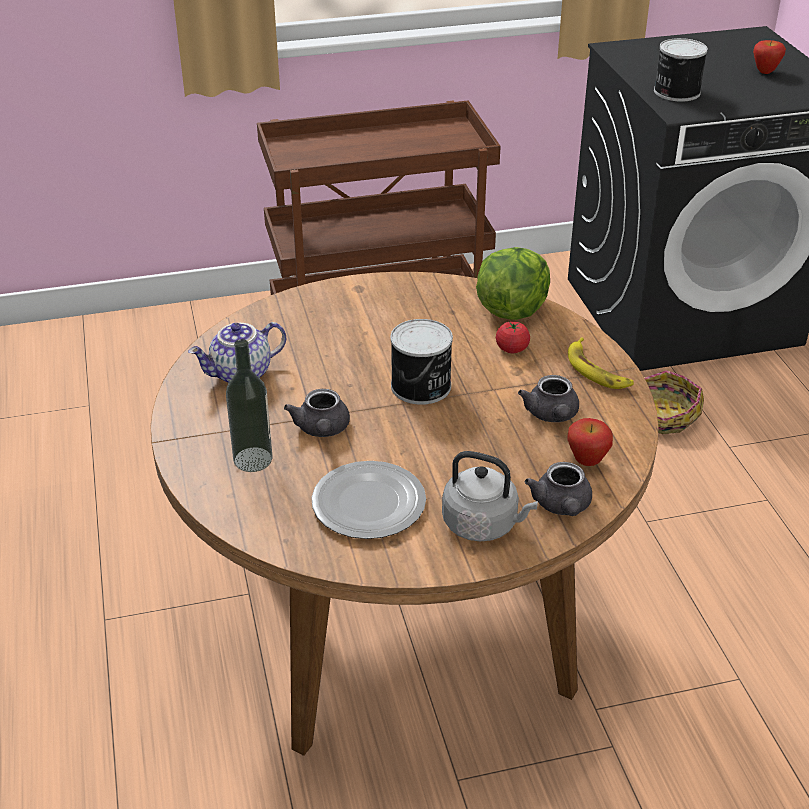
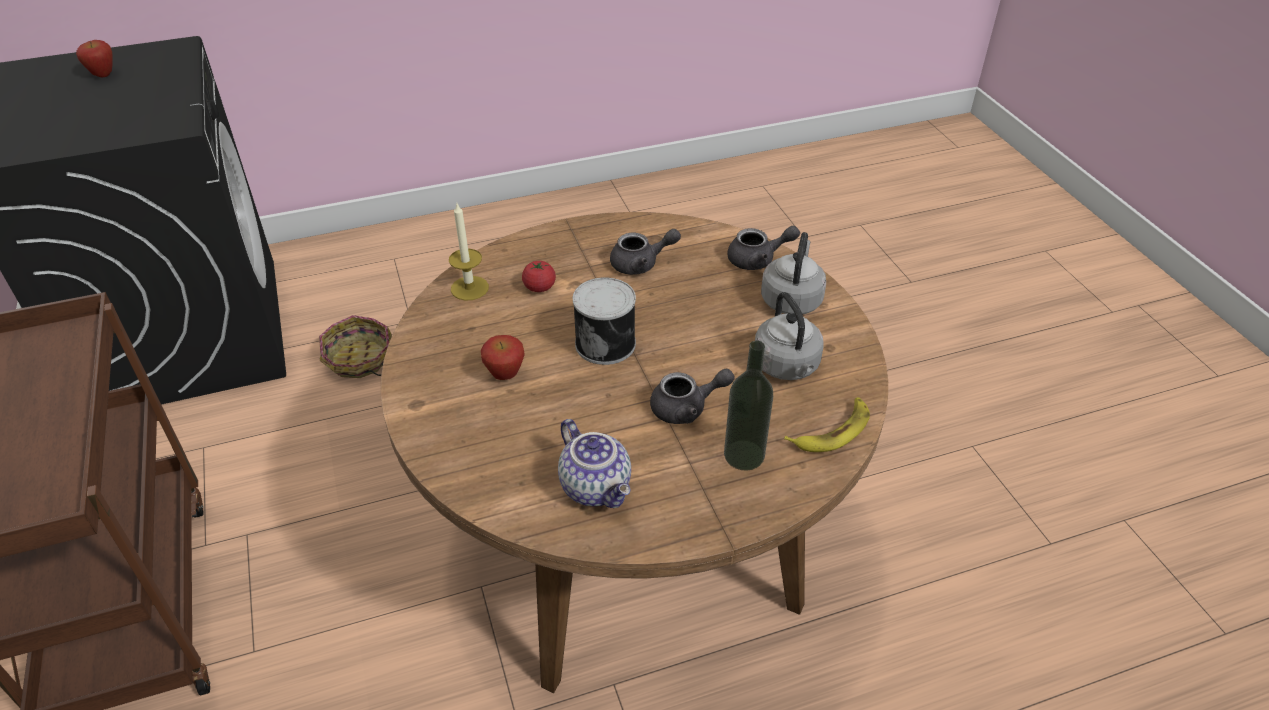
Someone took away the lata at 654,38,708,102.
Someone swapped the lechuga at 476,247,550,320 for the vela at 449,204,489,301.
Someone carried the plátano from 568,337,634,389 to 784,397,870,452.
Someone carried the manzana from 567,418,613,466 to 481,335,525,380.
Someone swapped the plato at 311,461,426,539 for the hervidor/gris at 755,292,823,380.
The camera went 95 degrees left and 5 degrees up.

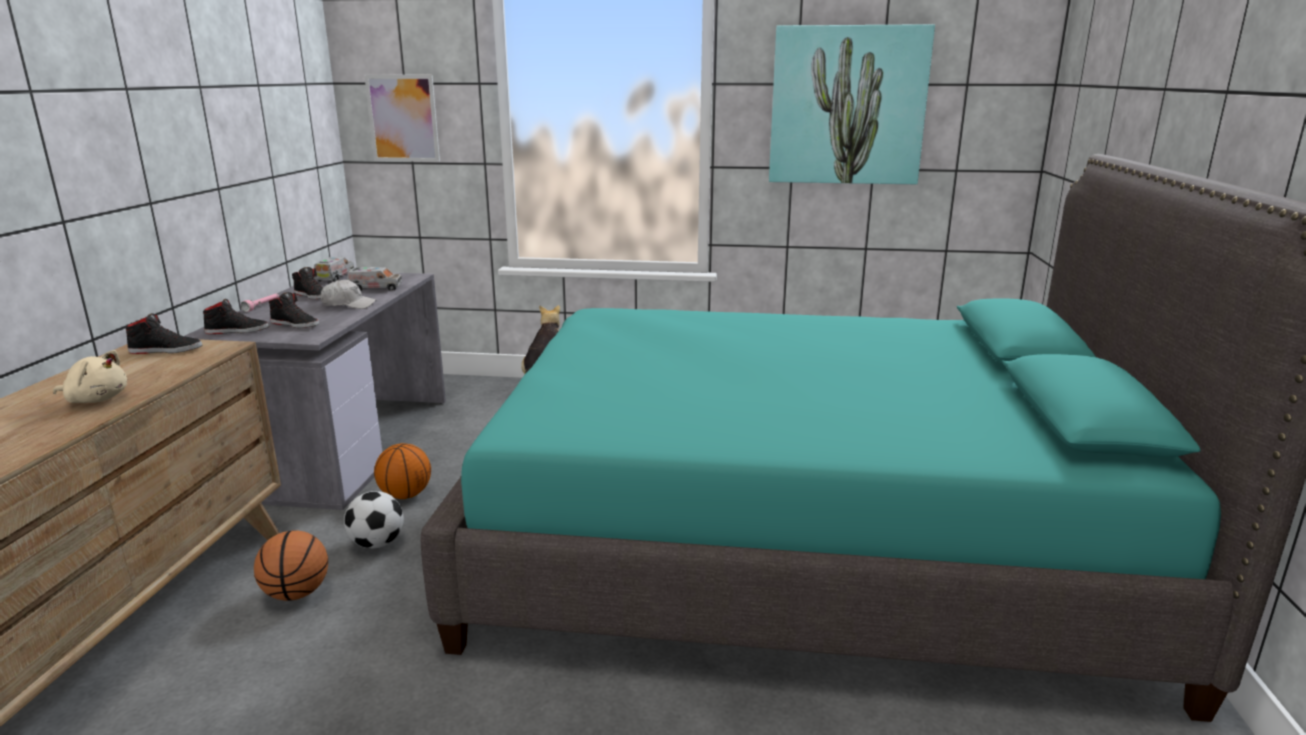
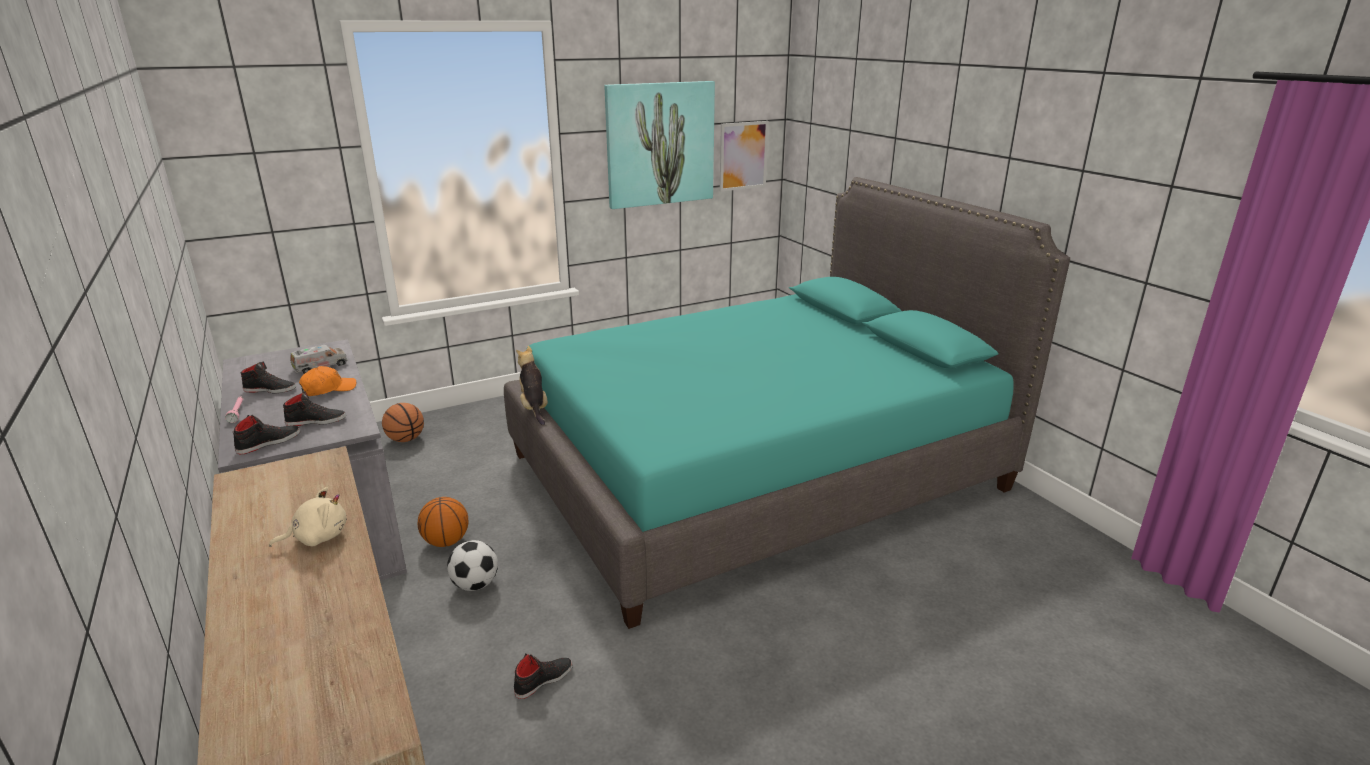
Someone carried the cuadro from 364,75,440,162 to 720,121,769,192.
Someone took away the camión de juguete at 314,257,354,282.
Someone repainted the gorra/blanco at 320,279,377,309, which became the gorra/naranja at 299,366,356,396.
Someone carried the zapato/negro from 126,313,202,354 to 514,653,573,699.
Someone carried the balón de baloncesto from 254,531,328,601 to 382,403,424,442.
The camera went 35 degrees left and 5 degrees up.

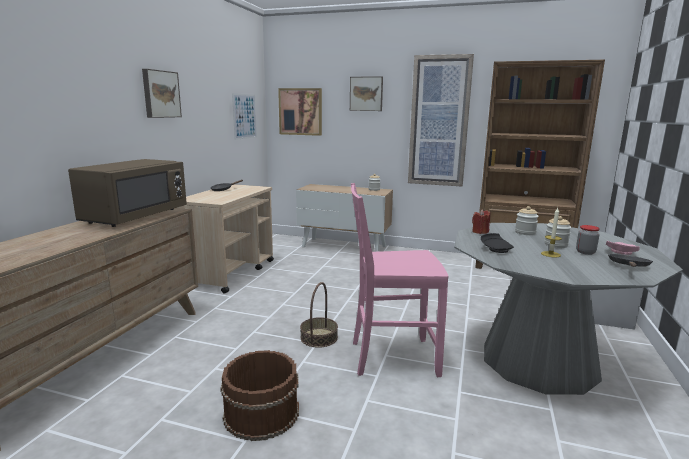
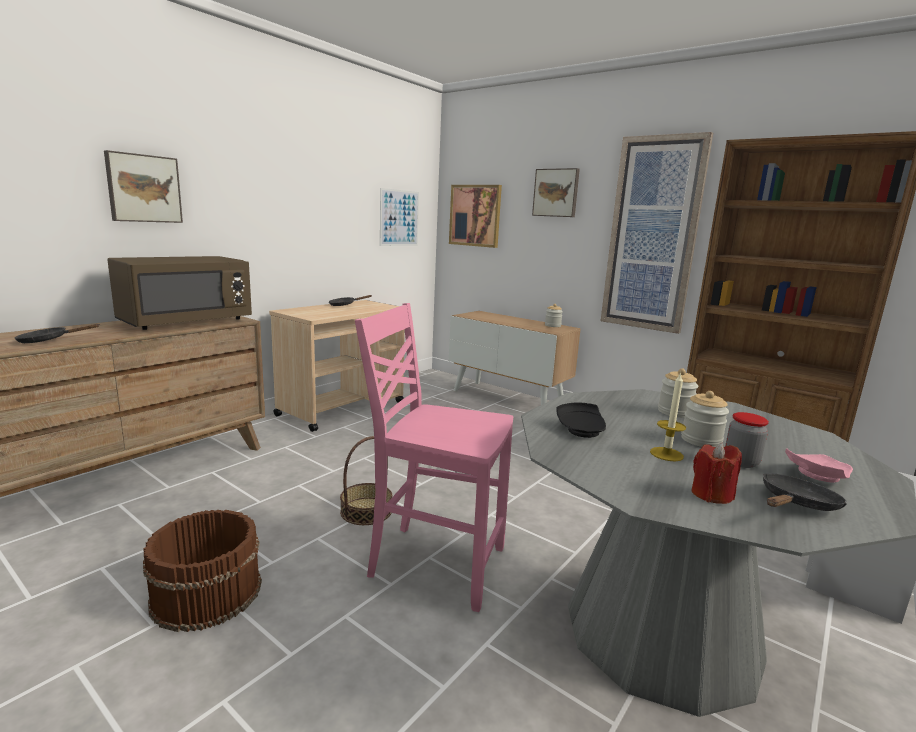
Someone carried the cuadro from 142,69,182,118 to 104,150,183,223.
Someone carried the vela/rojo from 472,210,490,234 to 691,442,742,504.
Someone put down the sartén/negro at 14,324,100,343.
The camera went 20 degrees right and 0 degrees up.

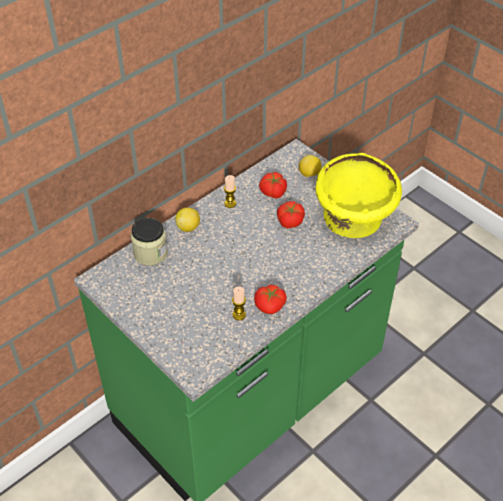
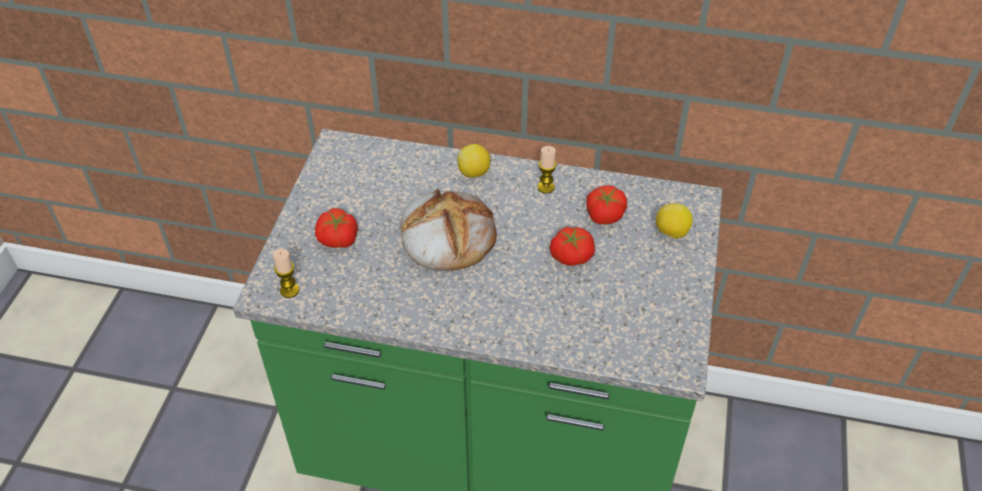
Someone took away the cuenco/amarillo at 316,153,402,238.
Someone took away the tarro at 131,218,168,266.
Someone carried the tomate from 254,285,287,314 to 315,208,358,248.
Someone carried the vela from 232,287,246,320 to 273,249,299,298.
Someone put down the pan at 401,189,497,271.
The camera went 55 degrees right and 0 degrees up.

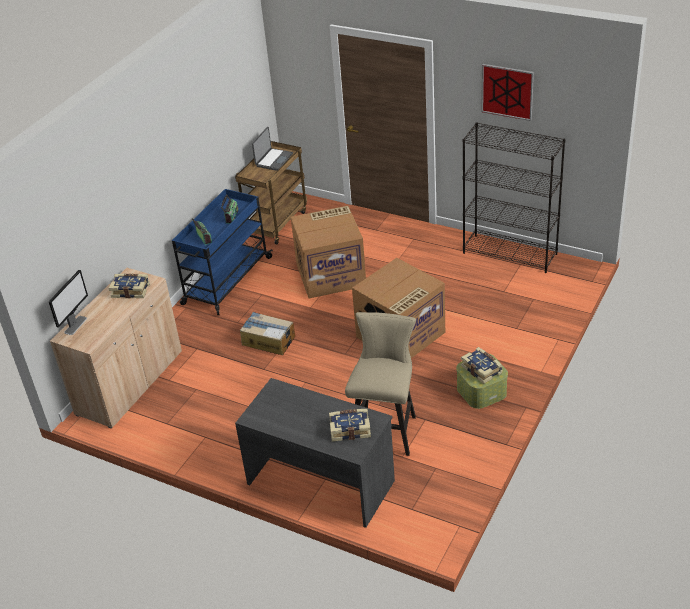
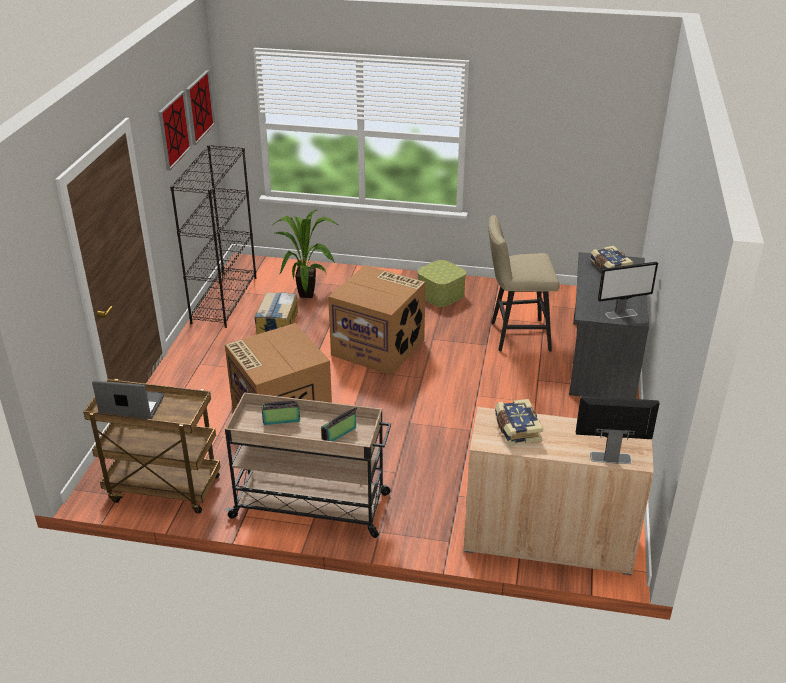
Someone repainted the carrito/azul at 172,189,273,315, which became the carrito/beis at 225,392,391,538.
Someone carried the caja de cartón from 240,312,295,355 to 255,292,298,334.
Someone took away the libro at 461,347,503,384.
Someone put up the cuadro at 186,70,215,145.
Someone put down the planta en maceta at 273,210,339,298.
Someone put down the monitor at 598,262,658,319.
The camera went 110 degrees left and 5 degrees down.

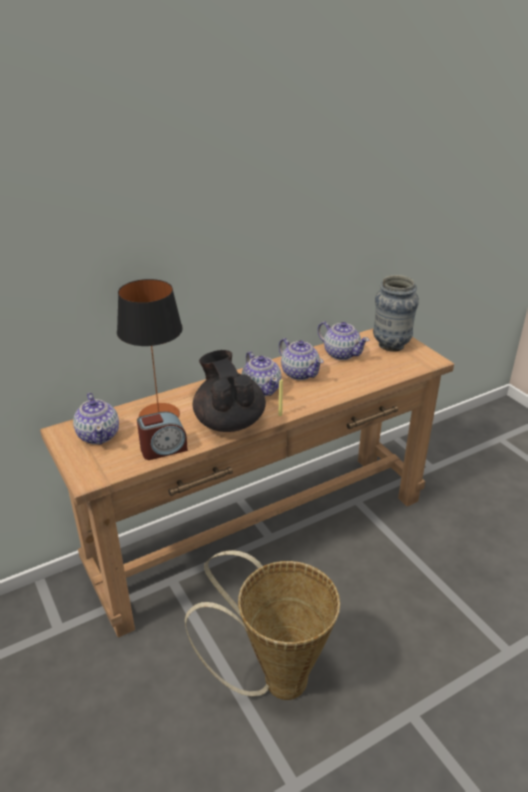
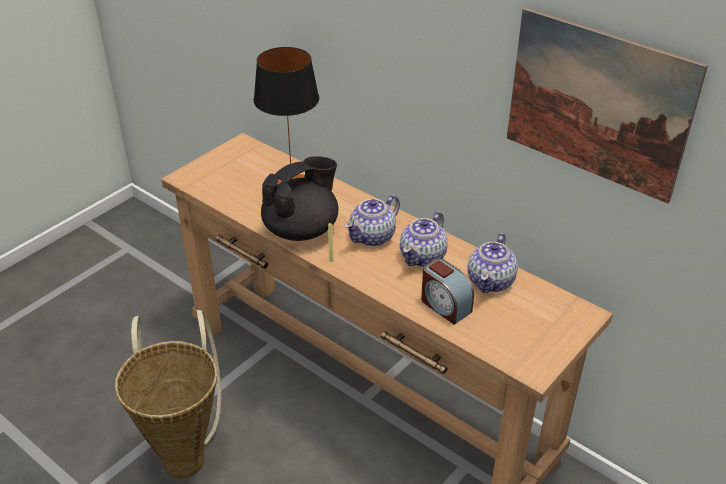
Someone took away the florero at 373,275,419,352.
Someone took away the tetera at 73,393,119,445.
Someone carried the despertador from 137,411,188,460 to 421,258,474,325.
Someone put up the cuadro at 507,8,708,204.
The camera went 70 degrees right and 5 degrees up.

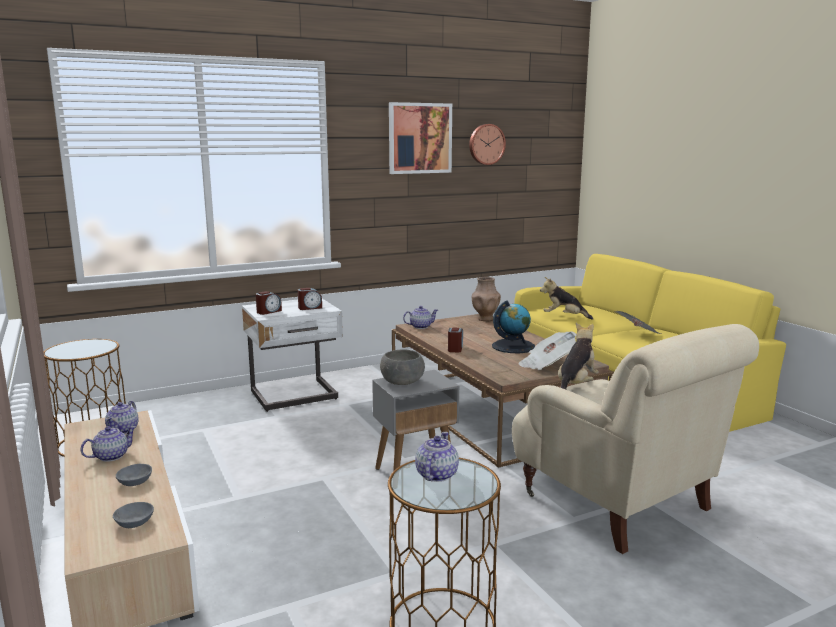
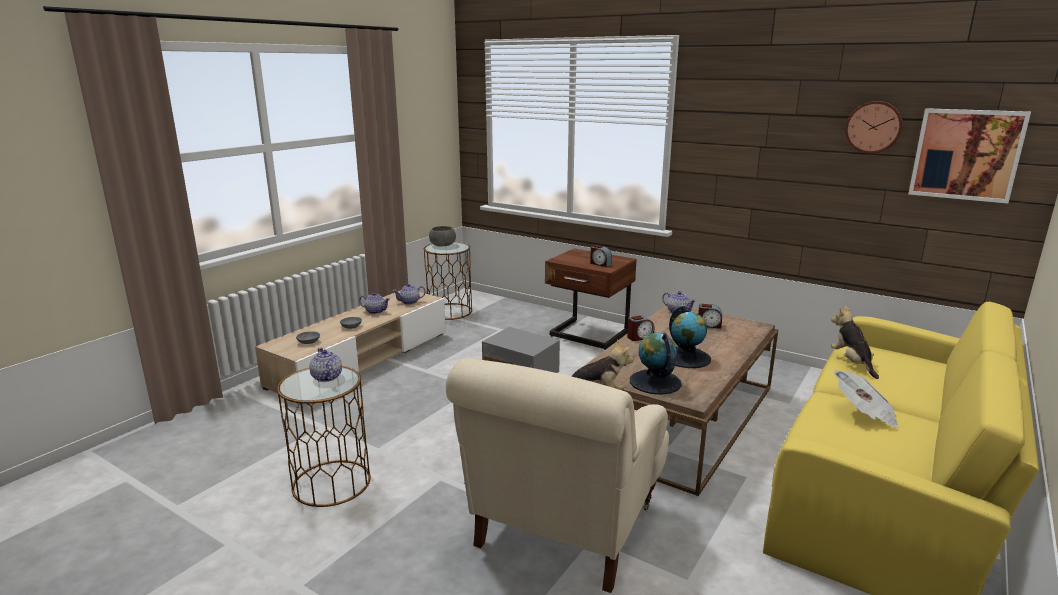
Someone carried the cuadro from 389,102,452,174 to 908,108,1031,203.
Someone took away the florero/marrón at 472,277,501,321.
Someone carried the despertador from 256,291,282,315 to 698,304,722,329.
Someone repainted the mesita de noche/blanco at 242,299,343,412, which became the mesita de noche/marrón at 545,249,637,350.
Someone swapped the periódico at 519,331,576,370 for the globo terráqueo at 630,333,682,395.
Someone carried the cuenco/gris from 380,349,425,385 to 429,226,456,247.
Someone rotated the tetera at 415,432,459,482 by 105 degrees counterclockwise.
The camera went 60 degrees right and 5 degrees up.

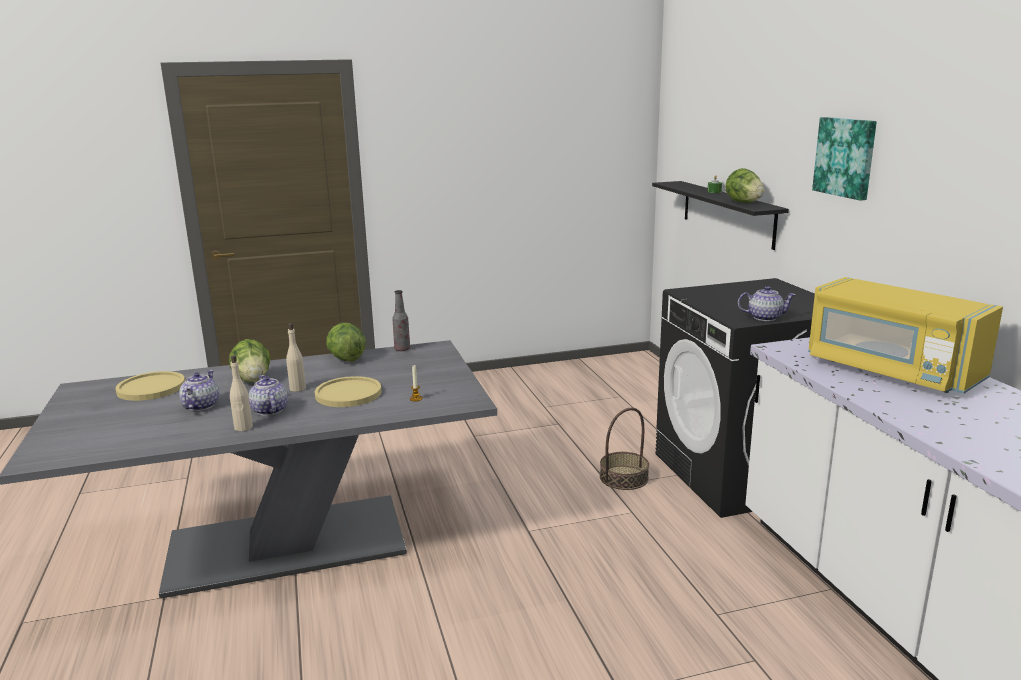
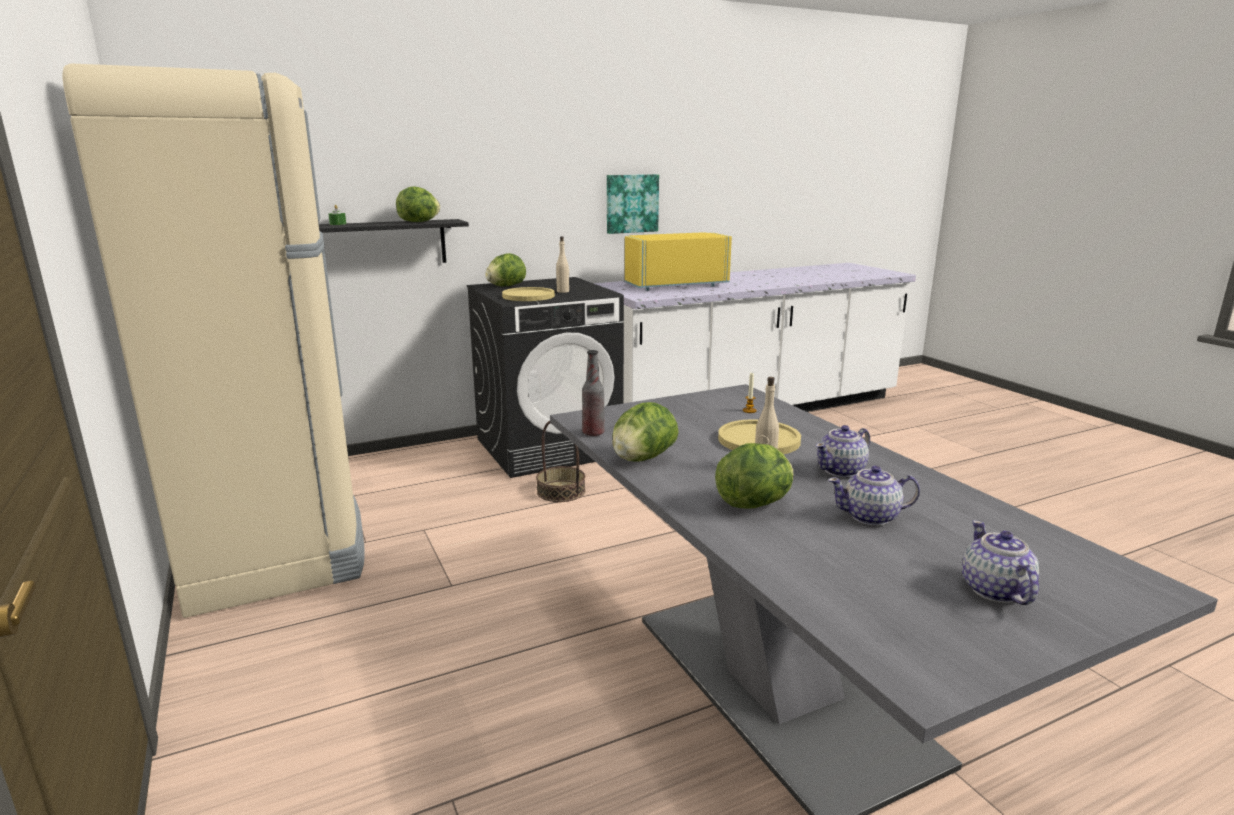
Someone carried the cuadro from 812,117,877,201 to 607,174,659,234.
Someone rotated the microondas/amarillo at 808,277,1003,394 by 150 degrees counterclockwise.
Someone carried the tetera from 738,286,796,321 to 962,520,1039,605.
Someone carried the botella/beis from 230,355,253,431 to 556,236,569,293.
Someone carried the plato/amarillo from 115,371,185,401 to 502,287,555,301.
Someone put down the nevera/beis at 63,63,365,618.
Someone put down the lechuga at 485,253,526,286.
The camera went 100 degrees left and 0 degrees up.

